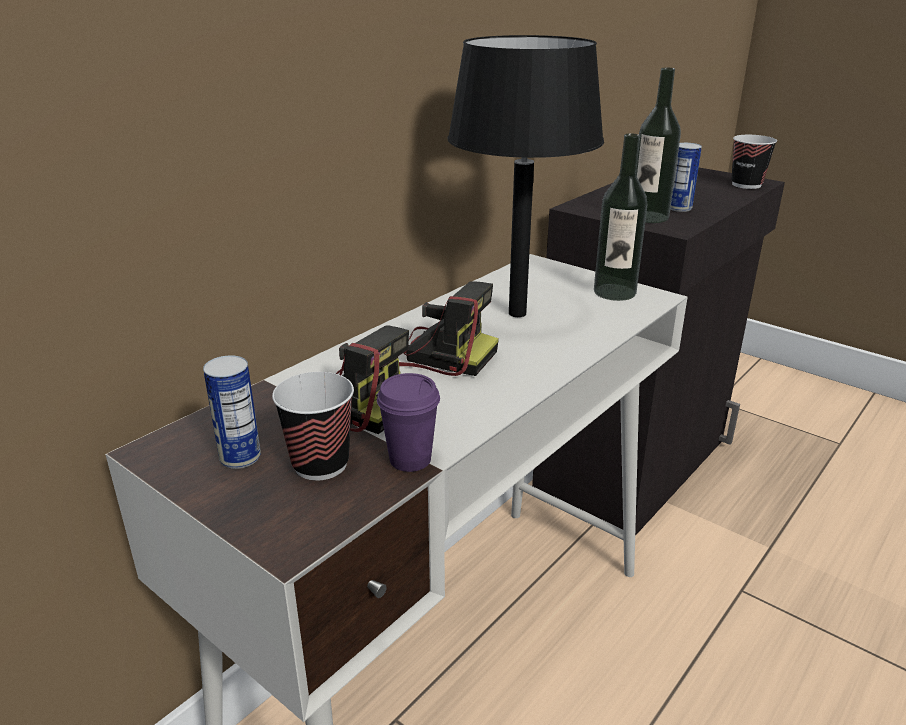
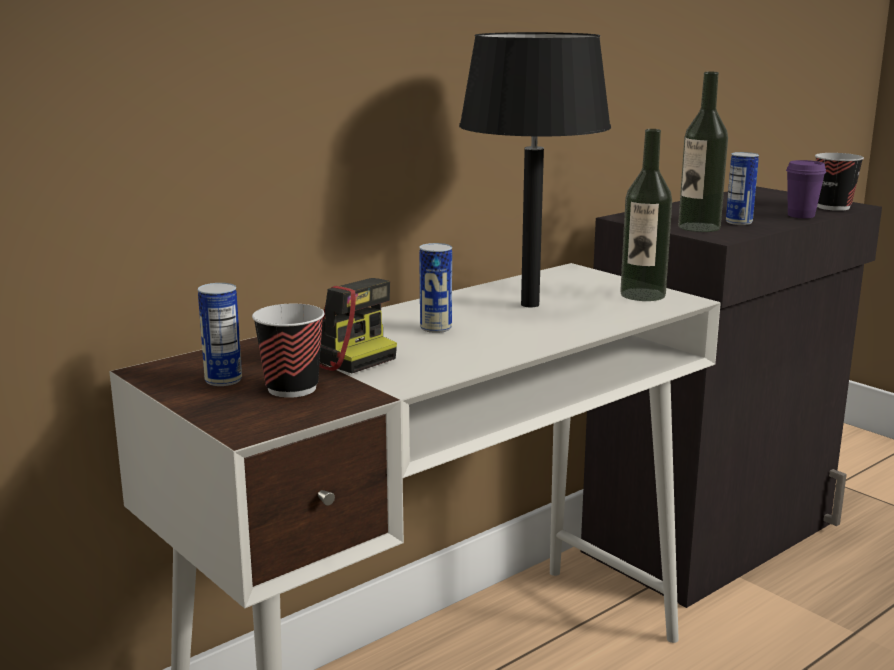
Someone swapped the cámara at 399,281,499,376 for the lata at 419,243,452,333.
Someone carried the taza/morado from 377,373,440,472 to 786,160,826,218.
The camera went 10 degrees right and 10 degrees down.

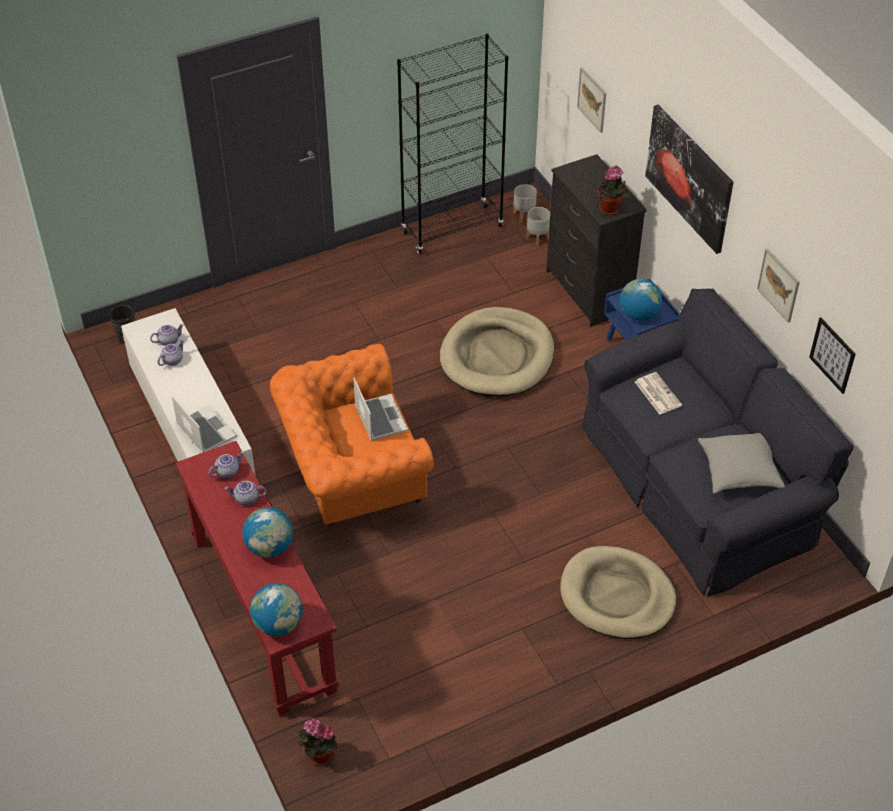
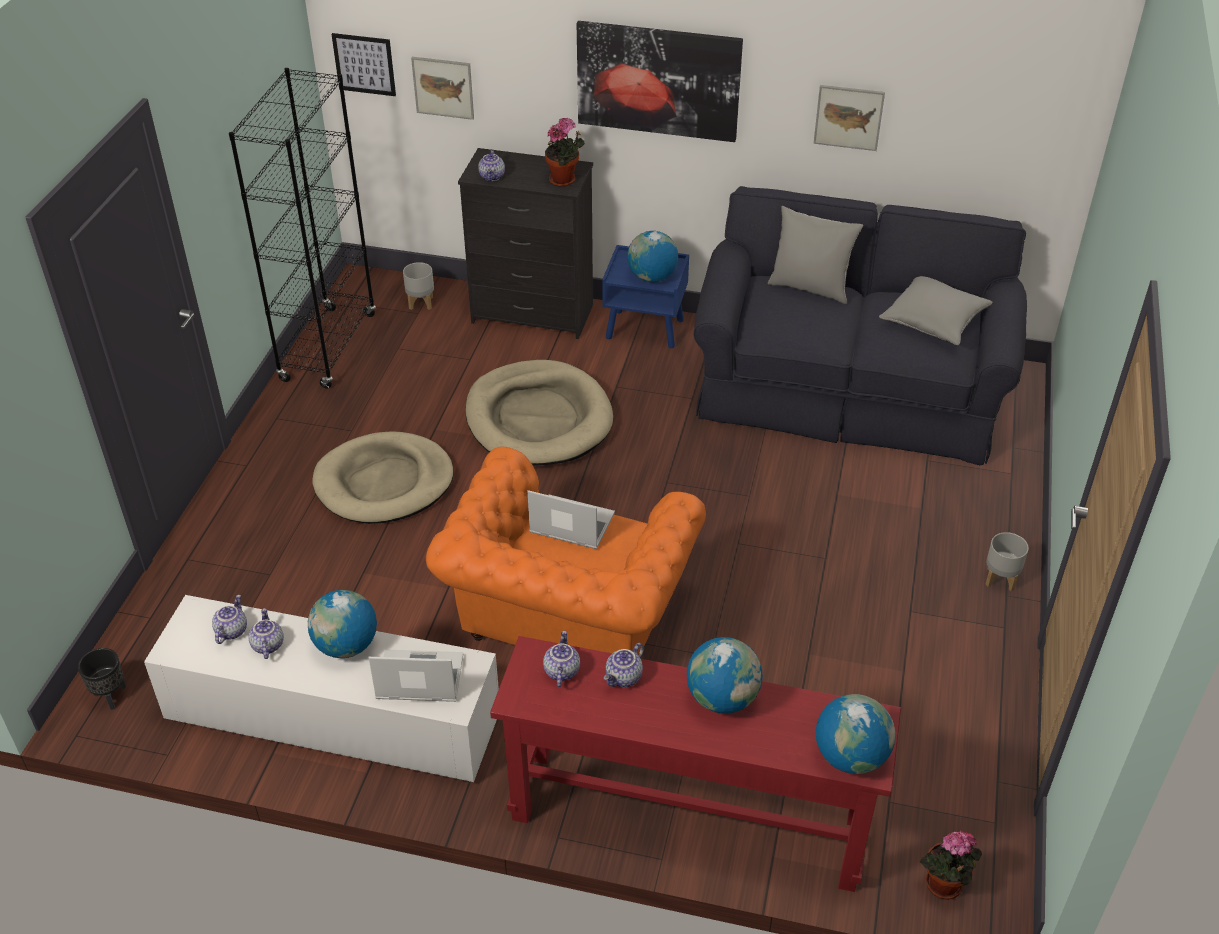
Someone carried the maceta/gris from 513,184,537,223 to 985,532,1029,591.
Someone carried the cuadro from 809,318,855,394 to 331,33,396,96.
Someone took away the periódico at 635,372,682,415.
Someone carried the cama para perro/beis from 560,546,676,639 to 312,432,454,524.
Someone put down the tetera at 478,149,505,181.
Someone put down the cojín/gris at 768,206,863,304.
Someone put down the globo terráqueo at 308,590,377,658.
The camera went 50 degrees left and 5 degrees down.

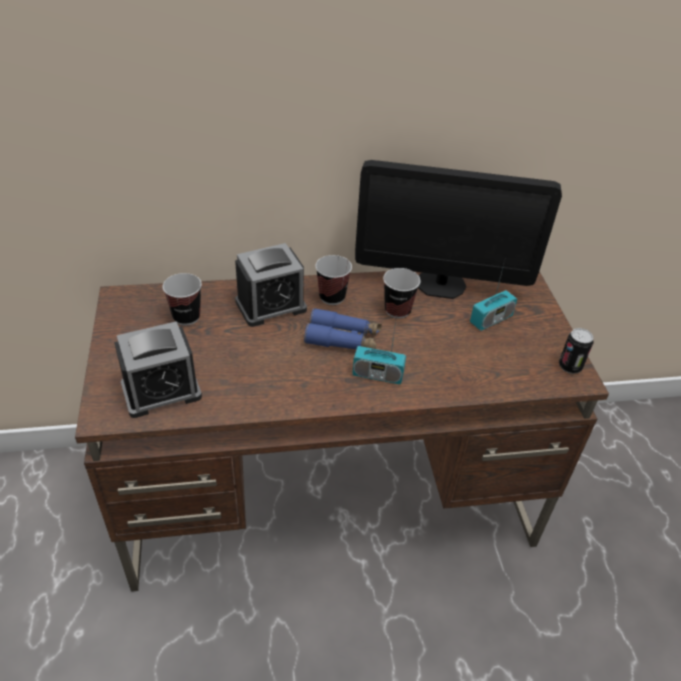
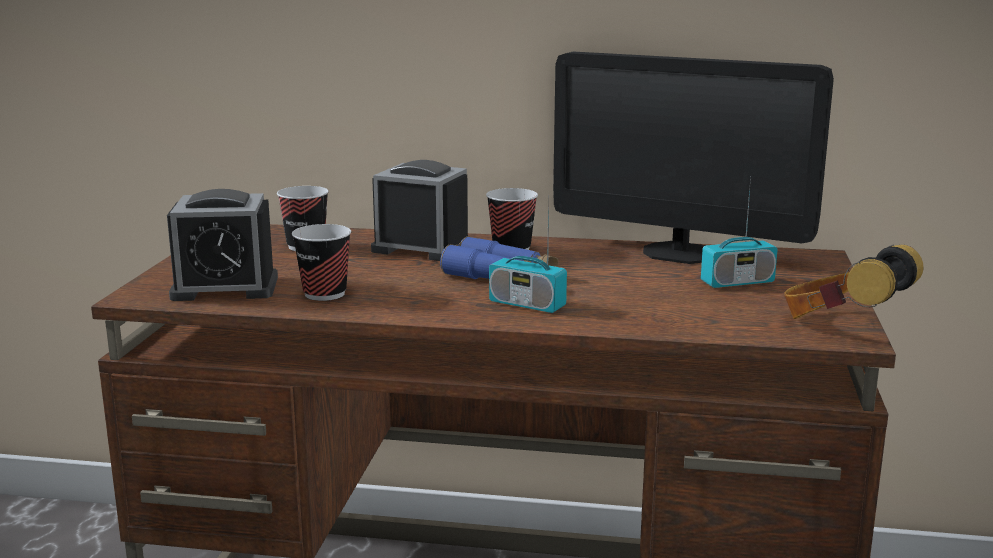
Someone rotated the despertador at 235,243,307,327 by 150 degrees counterclockwise.
Someone carried the taza from 383,268,420,319 to 292,224,351,301.
Someone swapped the lata at 559,328,593,374 for the auriculares at 784,245,924,319.
The camera went 20 degrees right and 25 degrees down.

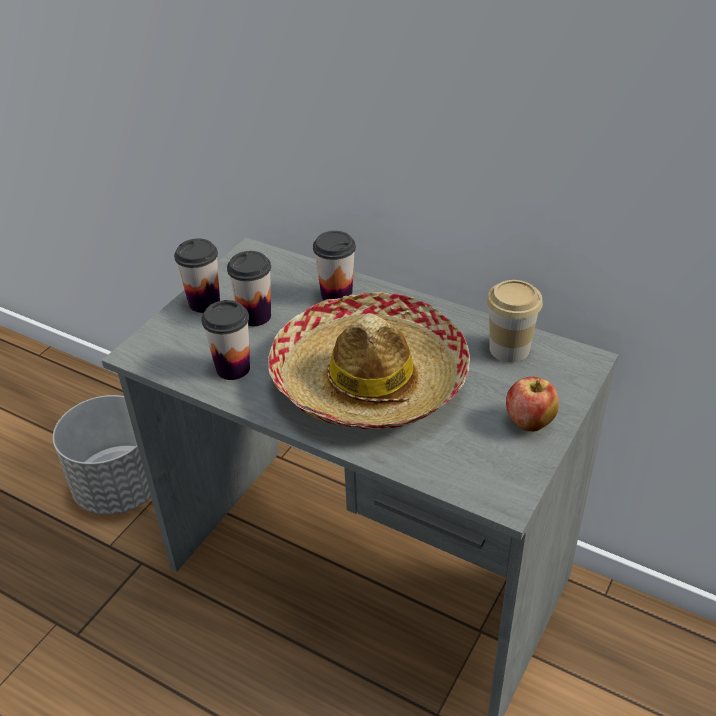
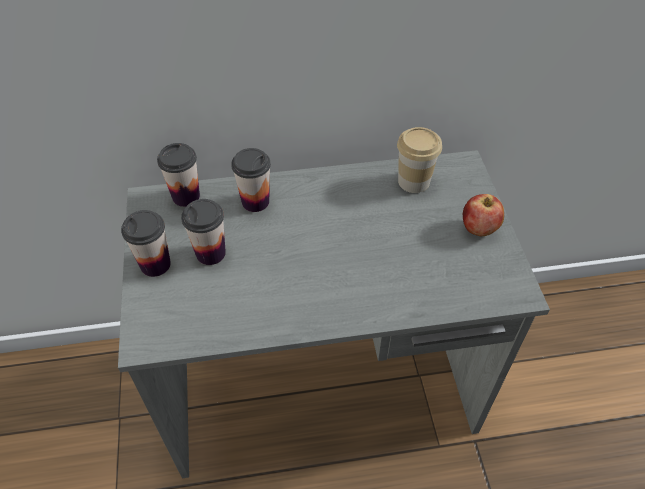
Someone took away the sombrero at 268,292,470,429.
Someone carried the taza from 201,300,250,380 to 157,143,200,207.
Someone took away the maceta/gris at 53,395,151,515.
The camera went 40 degrees left and 10 degrees up.

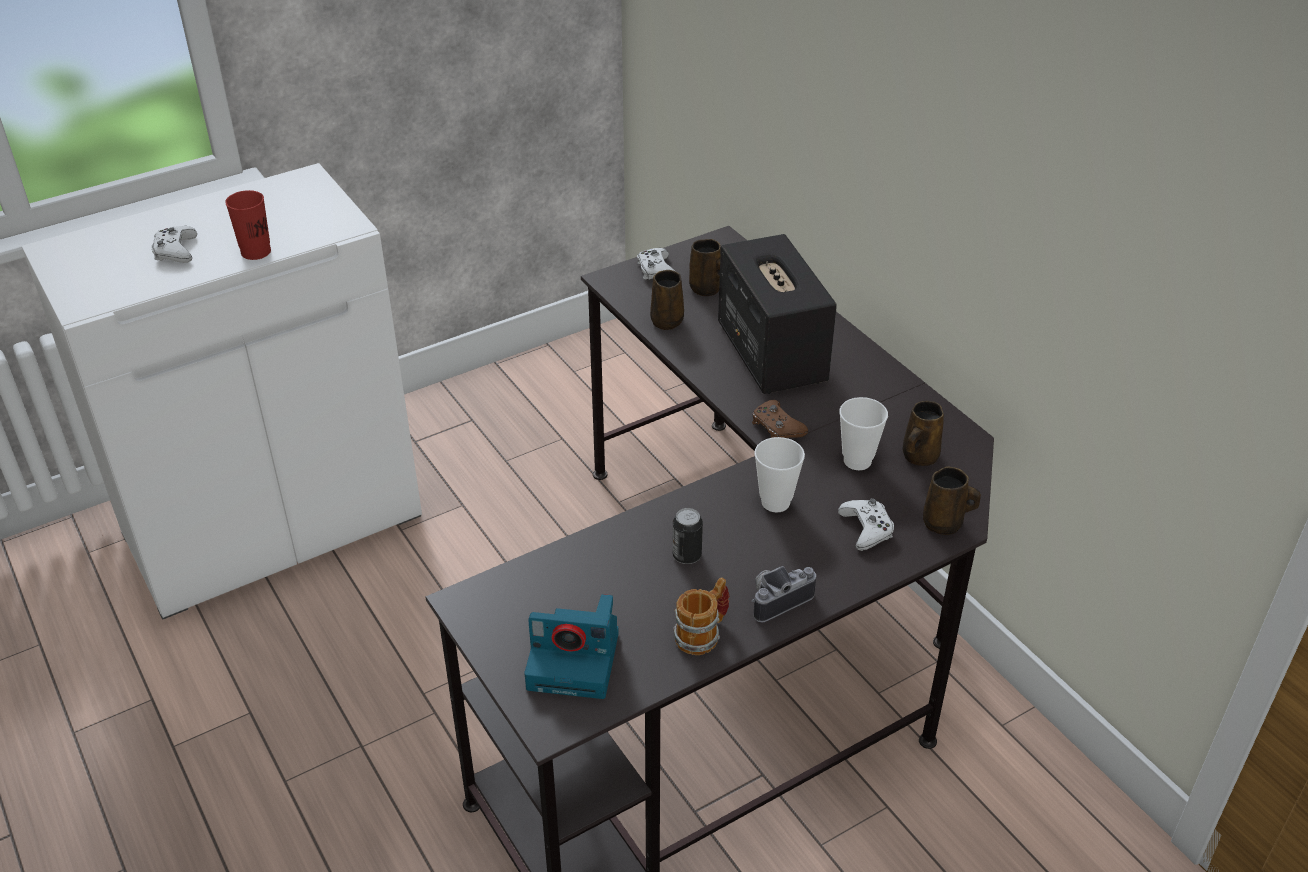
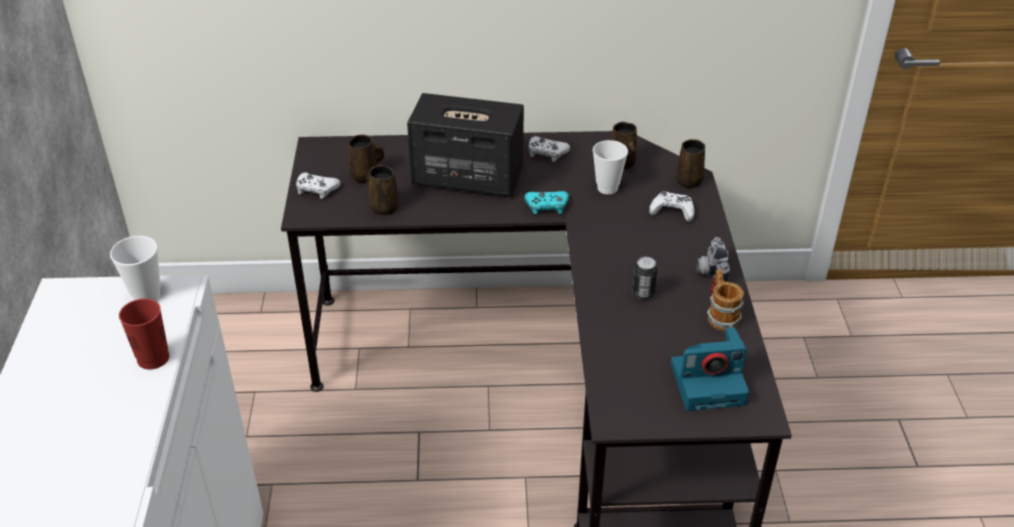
Someone carried the mando de consola/blanco from 151,226,197,263 to 529,136,570,162.
Someone repainted the mando de consola/marrón at 752,400,808,438, which became the mando de consola/turquesa at 524,191,569,215.
Someone carried the taza from 754,437,805,513 to 110,236,160,301.
Someone rotated the cámara at 524,594,619,699 by 45 degrees clockwise.
The camera went 60 degrees left and 0 degrees up.

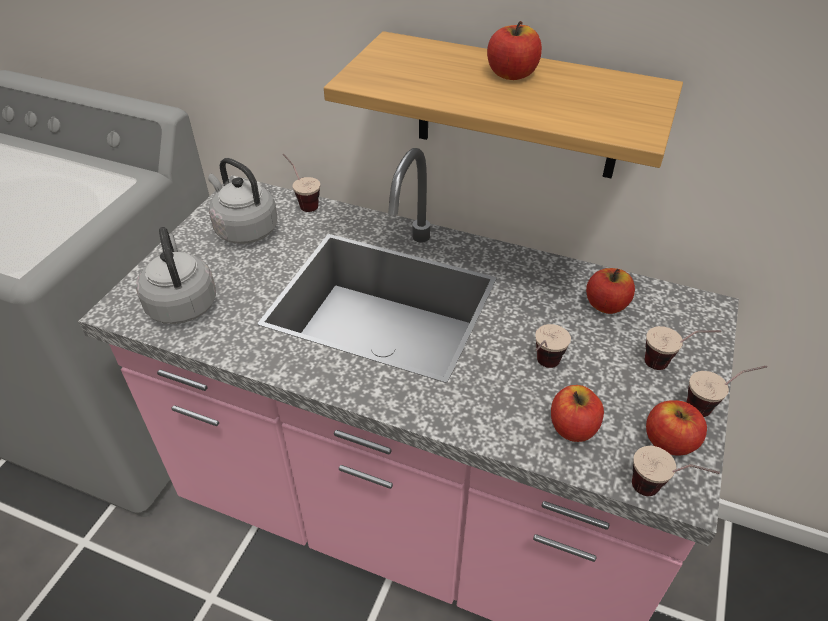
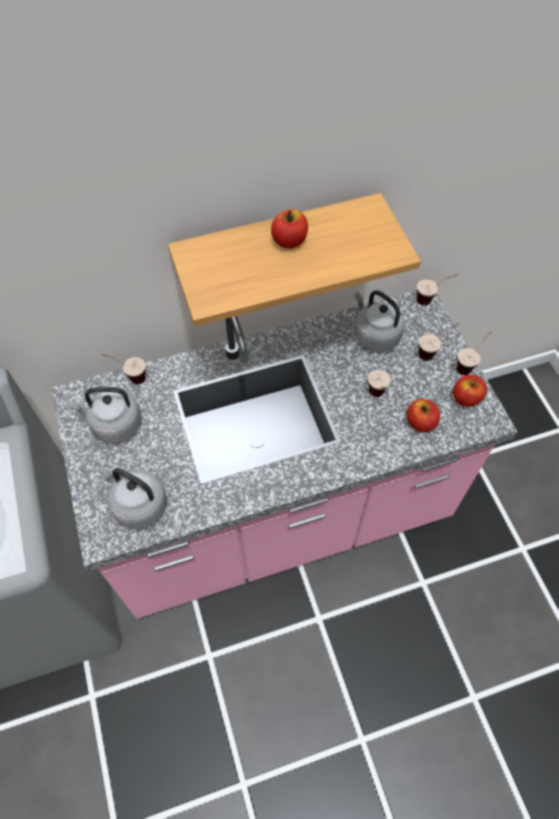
Someone swapped the manzana at 586,268,635,314 for the hervidor/gris at 355,290,405,351.
Someone carried the taza from 632,446,720,496 to 417,274,458,306.
The camera went 40 degrees left and 15 degrees up.

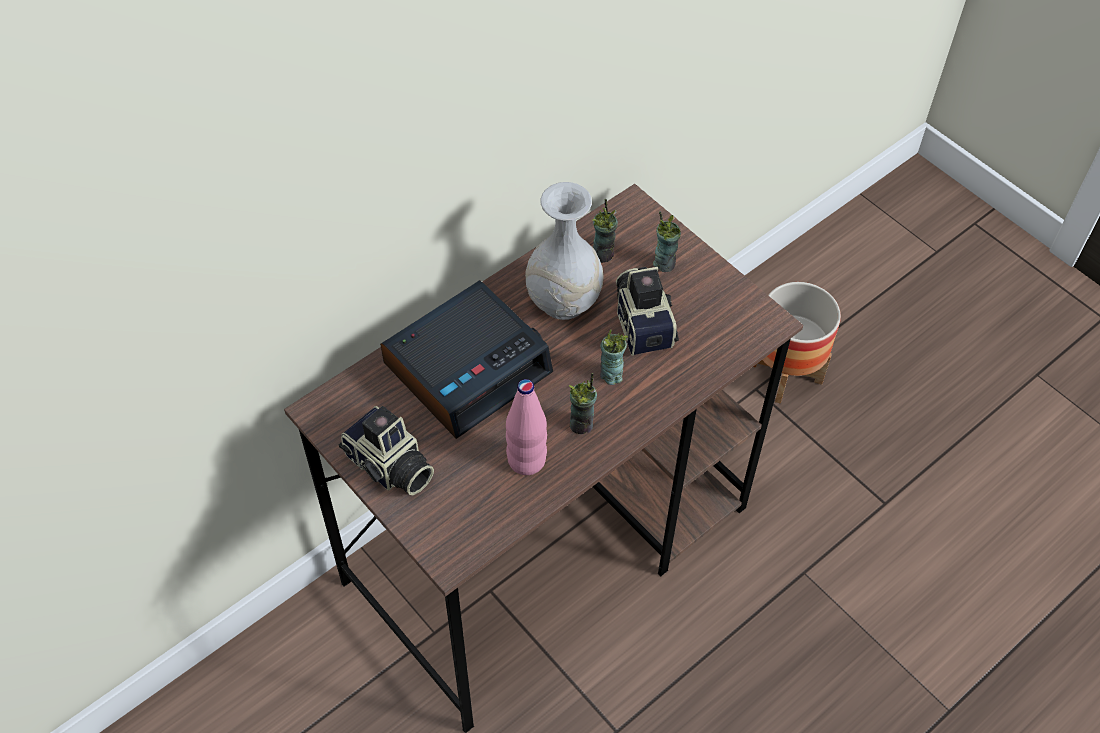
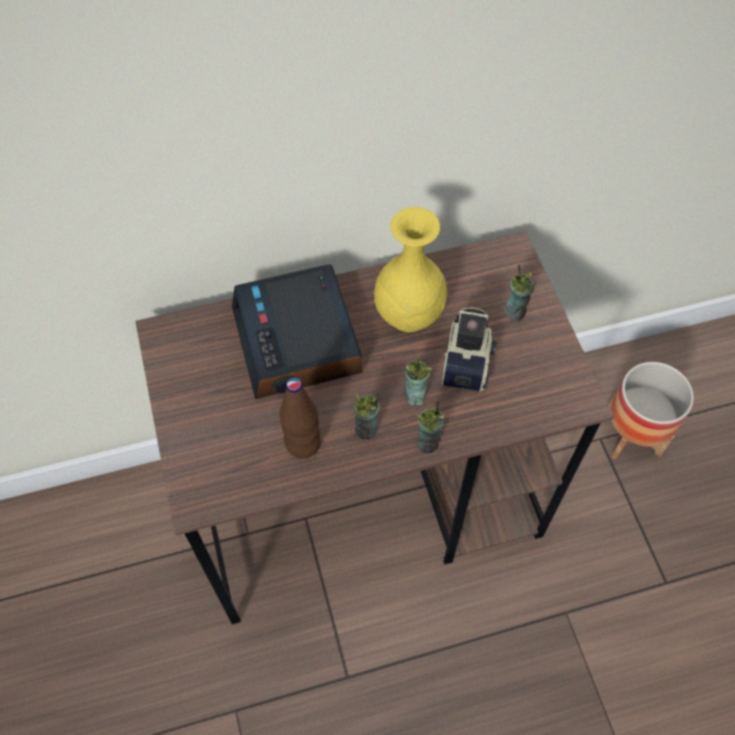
Someone repainted the florero/blanco at 525,182,604,320, which became the florero/amarillo at 374,207,447,332.
Someone carried the taza from 592,199,618,263 to 417,400,445,454.
Someone rotated the despertador at 380,280,553,439 by 90 degrees clockwise.
Someone repainted the botella/rosa at 506,379,547,475, which became the botella/marrón at 279,378,321,459.
Someone took away the cámara at 338,406,434,495.
The camera went 25 degrees right and 5 degrees up.

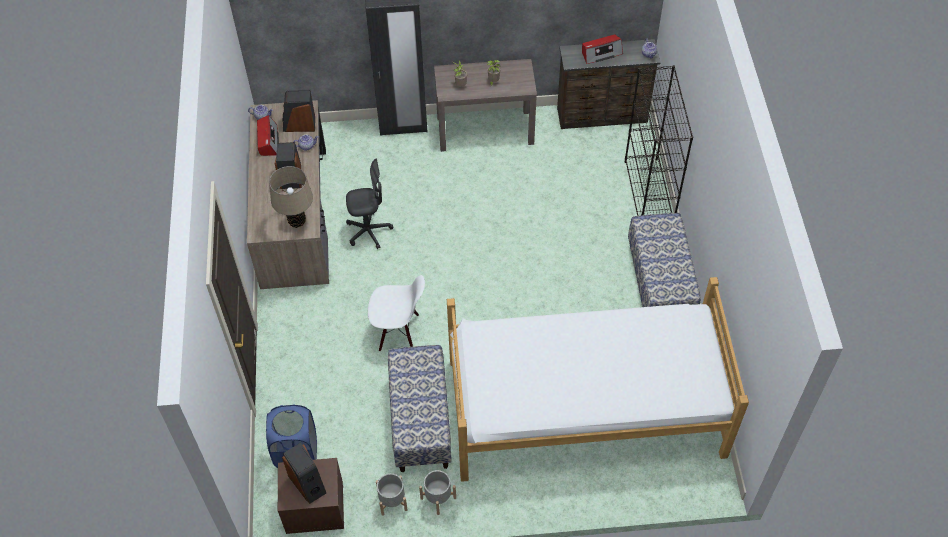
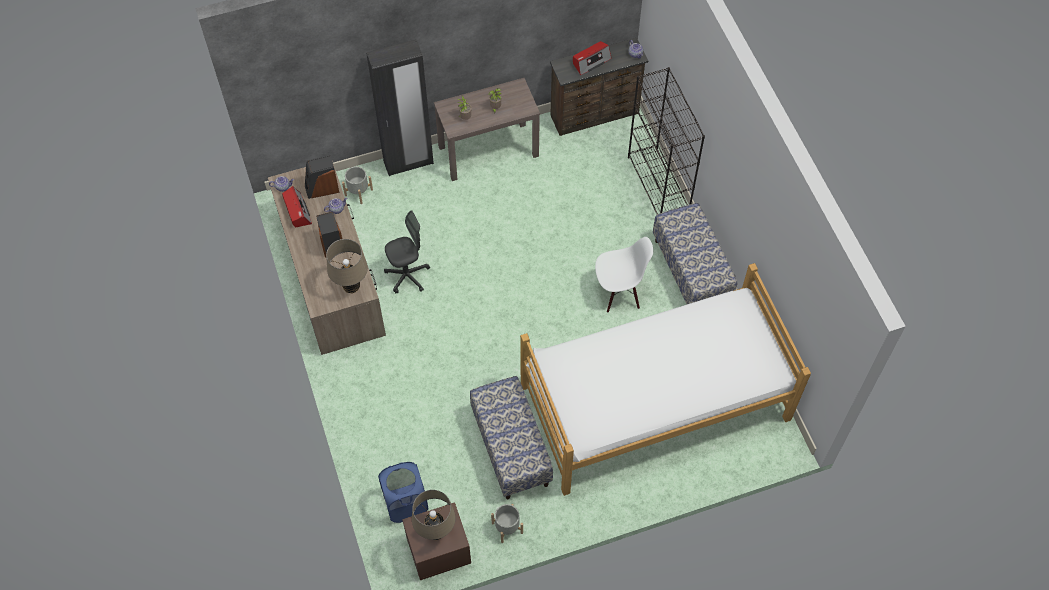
Someone carried the silla/blanco from 368,275,425,351 to 595,237,653,313.
Someone swapped the altavoz at 282,443,326,504 for the lámpara de mesa/beis at 412,490,456,540.
Someone carried the maceta/gris from 419,470,456,515 to 342,166,373,204.
The camera went 15 degrees left and 5 degrees up.

